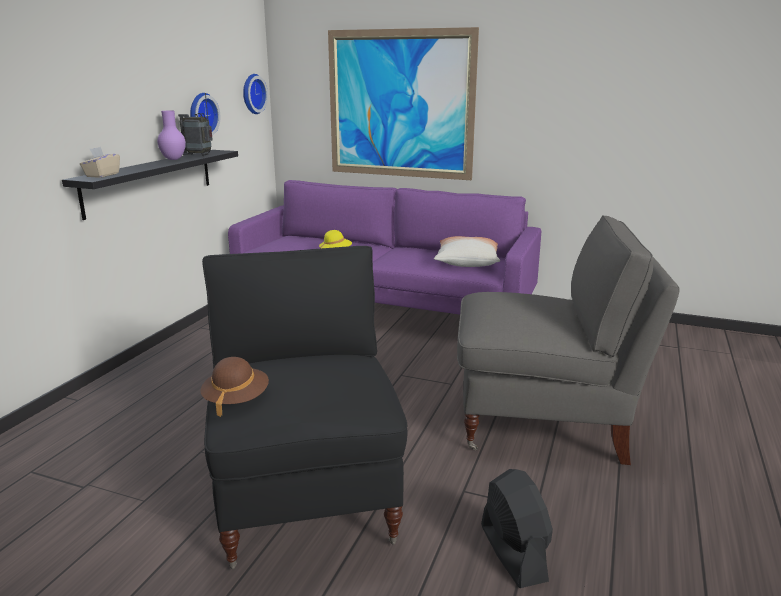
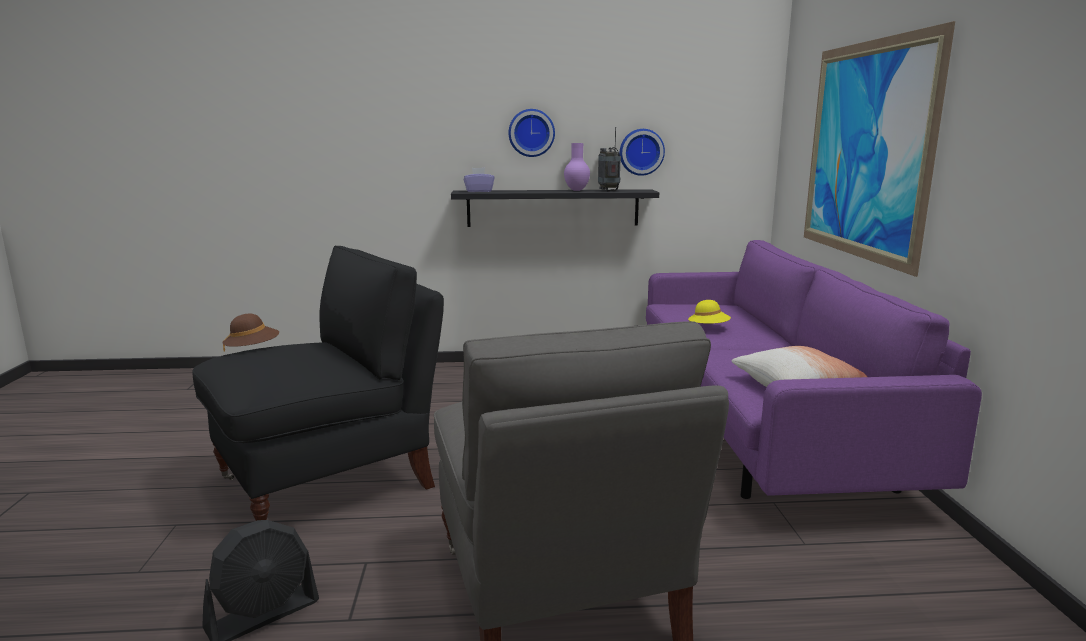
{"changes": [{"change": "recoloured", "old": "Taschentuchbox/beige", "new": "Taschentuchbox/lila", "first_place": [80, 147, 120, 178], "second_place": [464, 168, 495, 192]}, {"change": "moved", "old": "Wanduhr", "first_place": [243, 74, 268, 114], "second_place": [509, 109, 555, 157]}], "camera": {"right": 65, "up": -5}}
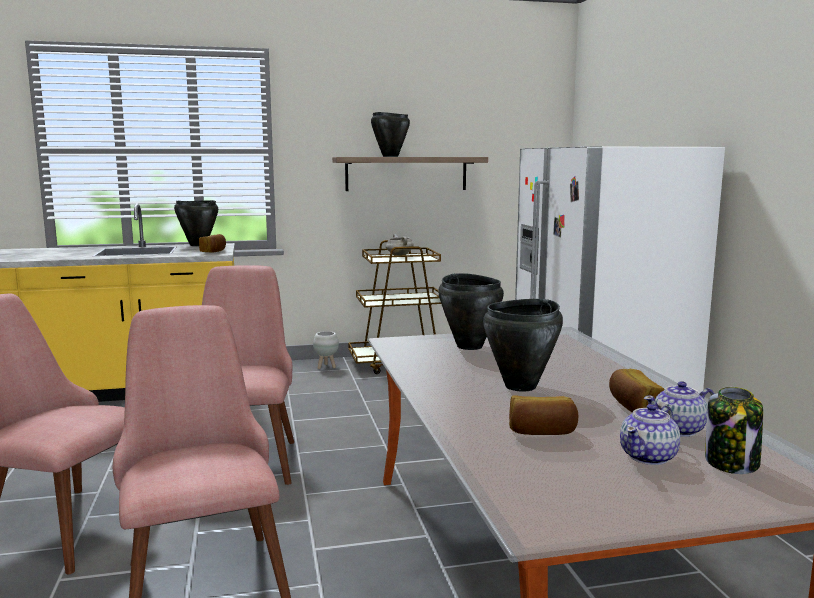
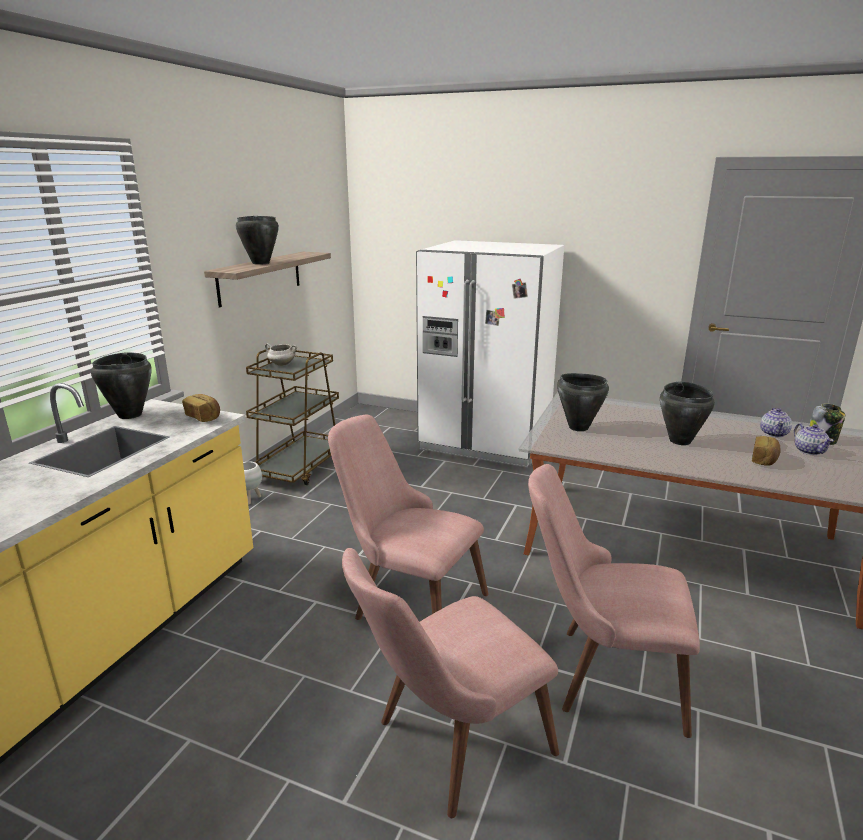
{"changes": [{"change": "removed", "old": "Brot", "first_place": [609, 369, 664, 413]}], "camera": {"right": -55, "up": 10}}
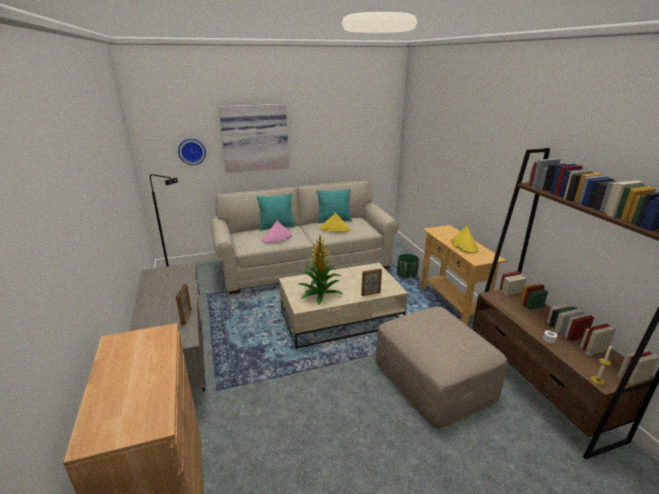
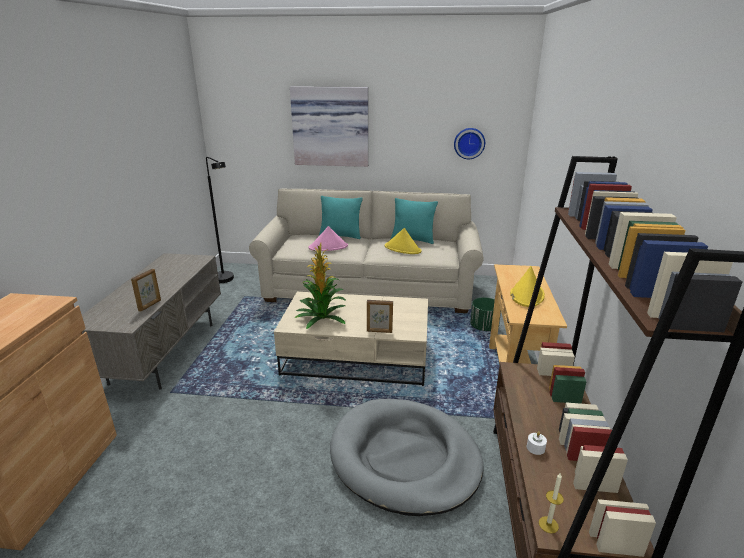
{"changes": [{"change": "replaced", "old": "Polsterhocker/beige", "new": "Hundebett/grau", "first_place": [376, 306, 507, 428], "second_place": [330, 399, 483, 516]}, {"change": "moved", "old": "Wanduhr", "first_place": [178, 139, 206, 165], "second_place": [454, 128, 485, 159]}], "camera": {"right": 25, "up": 0}}
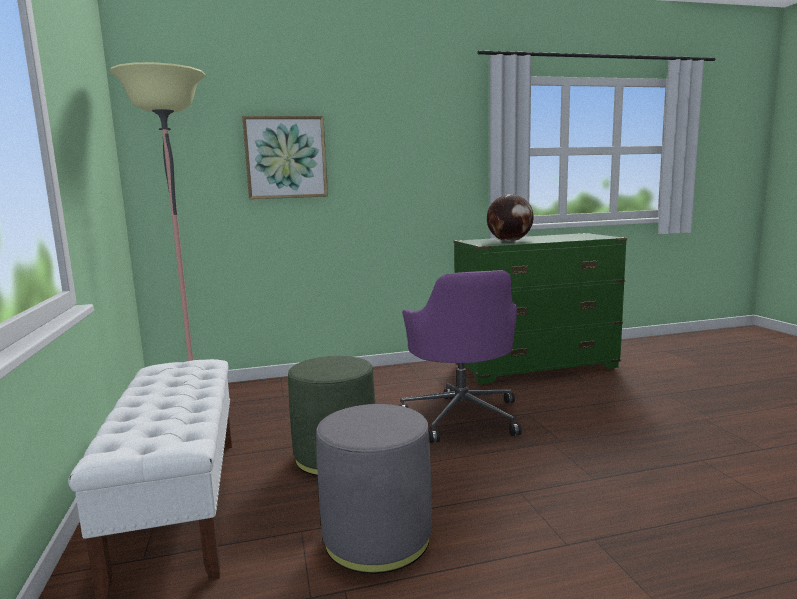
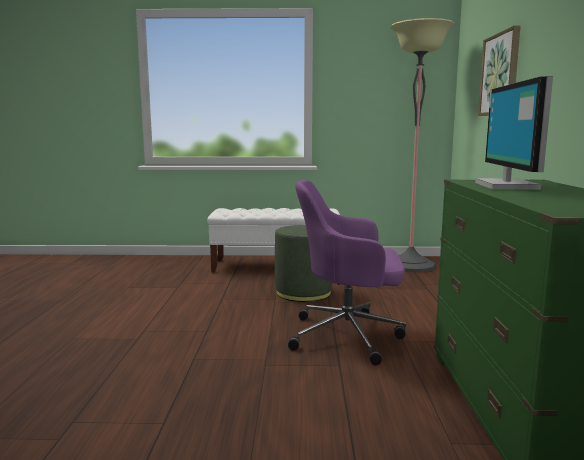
{"changes": [{"change": "replaced", "old": "Globus", "new": "Monitor", "first_place": [487, 194, 534, 241], "second_place": [475, 76, 553, 190]}, {"change": "removed", "old": "Polsterhocker/grau", "first_place": [316, 404, 432, 574]}], "camera": {"right": 105, "up": 0}}
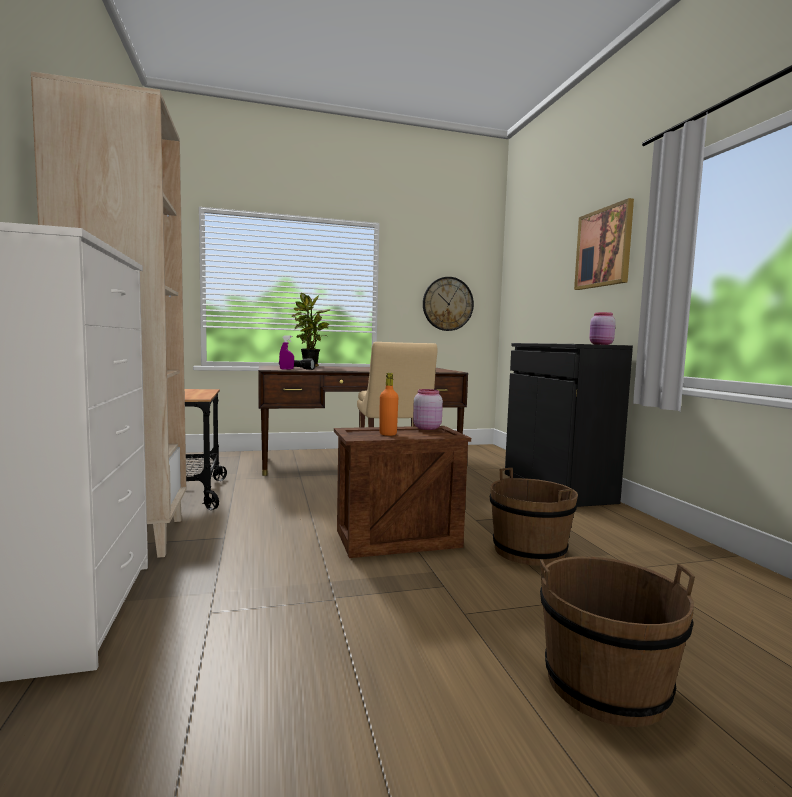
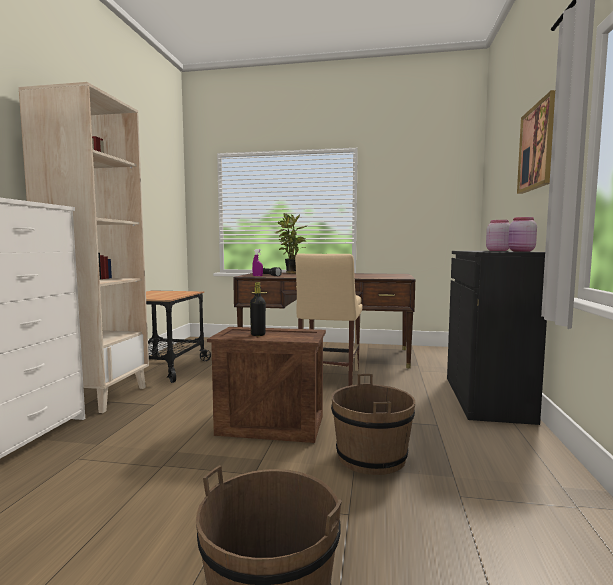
{"changes": [{"change": "recoloured", "old": "Flasche/orange", "new": "Flasche/schwarz", "first_place": [379, 373, 398, 436], "second_place": [250, 282, 266, 336]}, {"change": "moved", "old": "Vorratsglas/rosa", "first_place": [413, 389, 443, 430], "second_place": [486, 220, 510, 251]}, {"change": "removed", "old": "Wanduhr", "first_place": [423, 277, 474, 331]}], "camera": {"right": 25, "up": 0}}
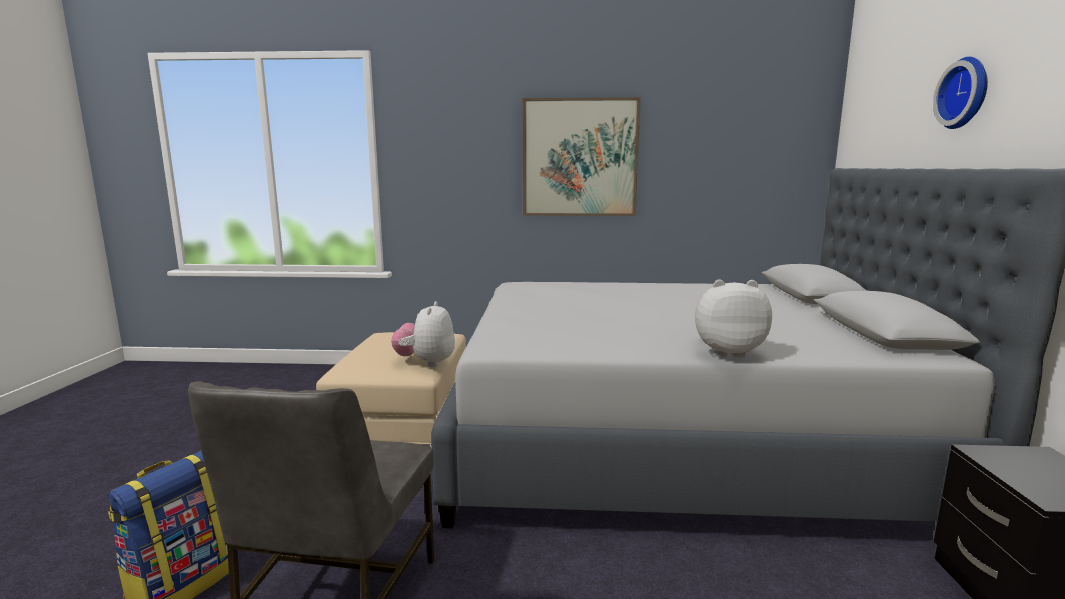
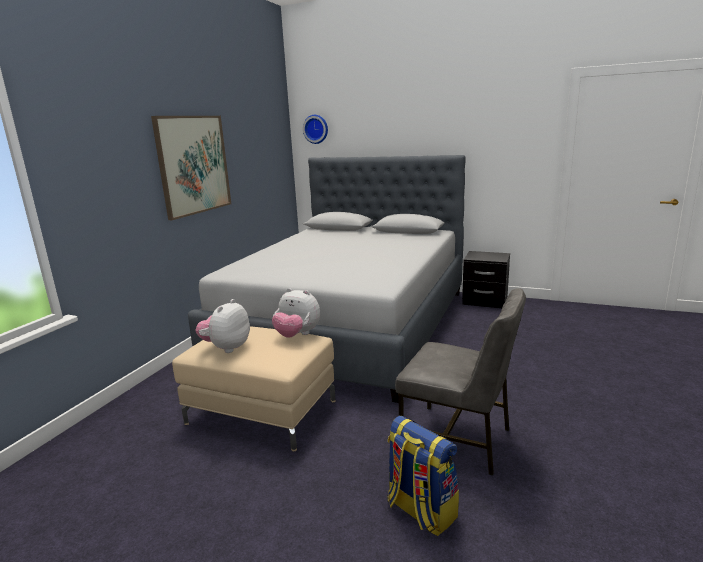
{"changes": [{"change": "moved", "old": "Plüschtier", "first_place": [695, 279, 772, 358], "second_place": [195, 299, 250, 353]}, {"change": "moved", "old": "Wanduhr", "first_place": [933, 57, 988, 129], "second_place": [303, 115, 328, 144]}], "camera": {"right": -70, "up": 5}}
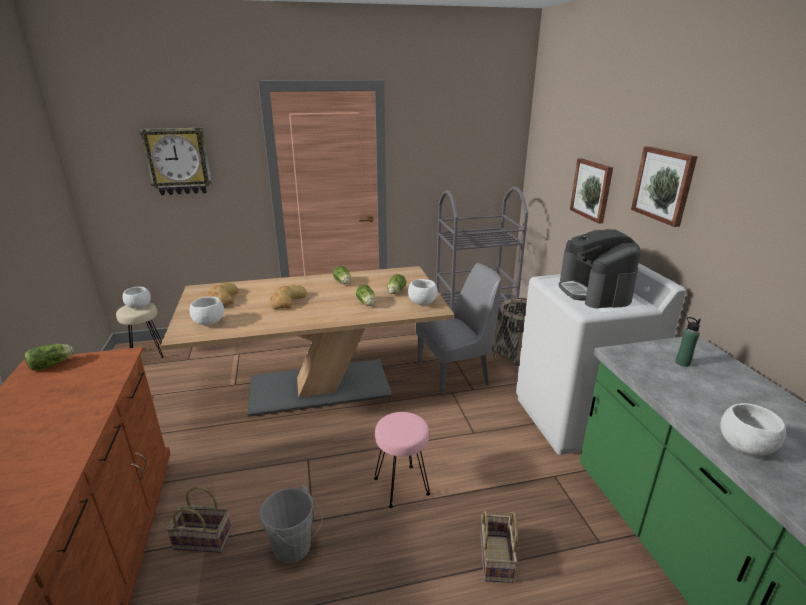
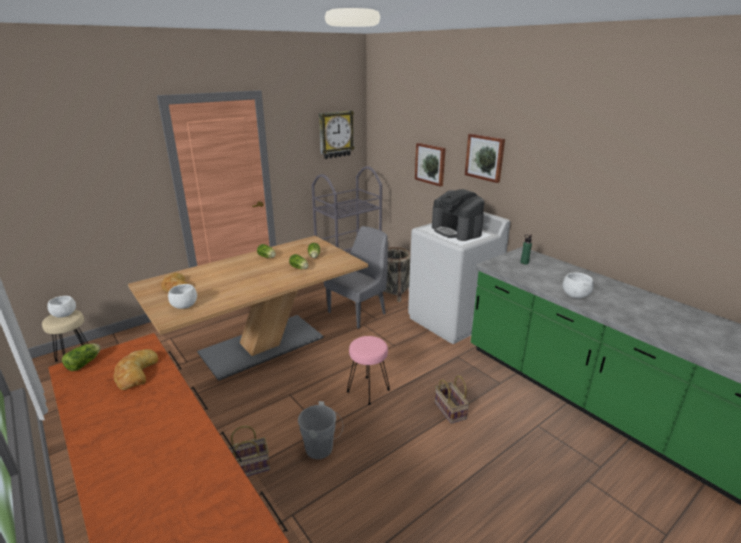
{"changes": [{"change": "moved", "old": "Brot", "first_place": [270, 284, 307, 309], "second_place": [114, 349, 158, 390]}, {"change": "moved", "old": "Wanduhr", "first_place": [140, 128, 212, 195], "second_place": [319, 110, 355, 159]}, {"change": "removed", "old": "Schüssel/weiß", "first_place": [408, 279, 438, 305]}], "camera": {"right": -25, "up": 0}}
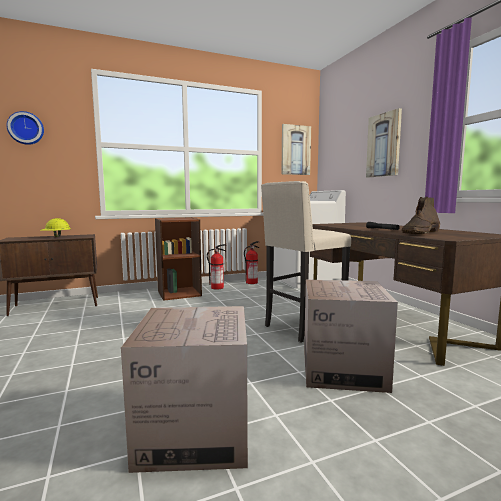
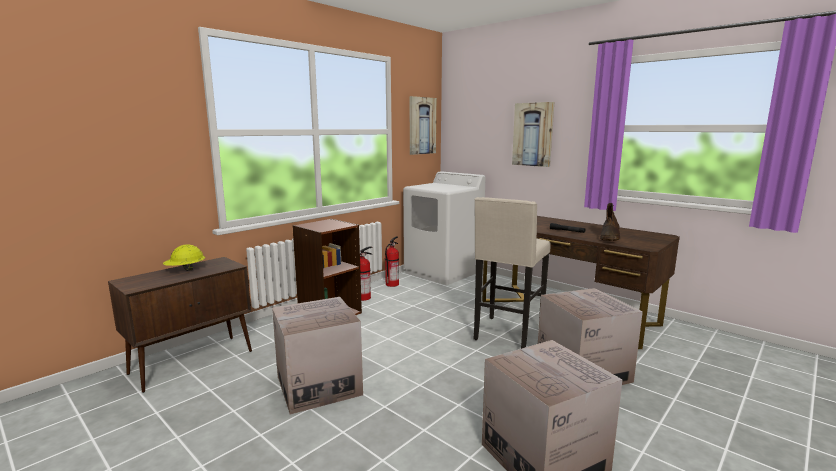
{"changes": [{"change": "added", "new": "Karton", "second_place": [272, 297, 363, 415]}, {"change": "removed", "old": "Wanduhr", "first_place": [6, 111, 44, 145]}], "camera": {"right": -25, "up": 5}}
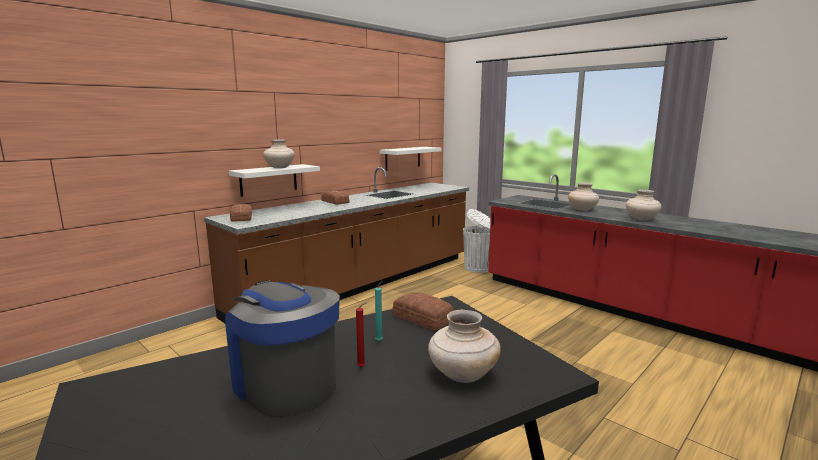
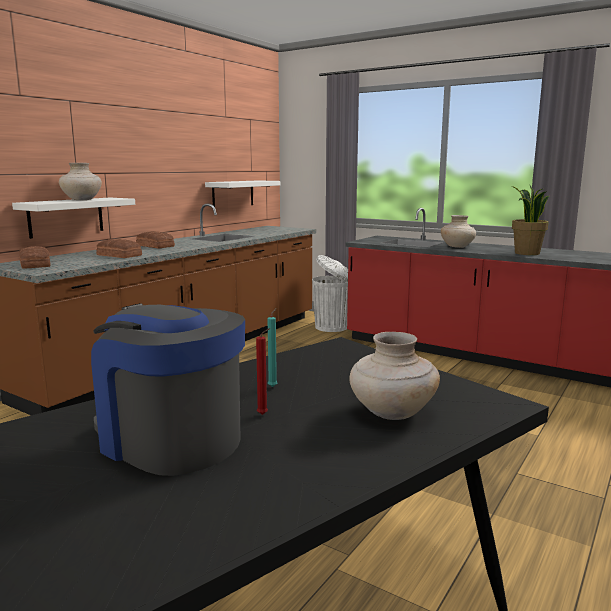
{"changes": [{"change": "moved", "old": "Brot", "first_place": [392, 292, 454, 330], "second_place": [96, 239, 142, 258]}, {"change": "replaced", "old": "Vase/beige", "new": "Topfpflanze", "first_place": [626, 189, 662, 221], "second_place": [512, 186, 549, 255]}], "camera": {"right": -10, "up": 0}}
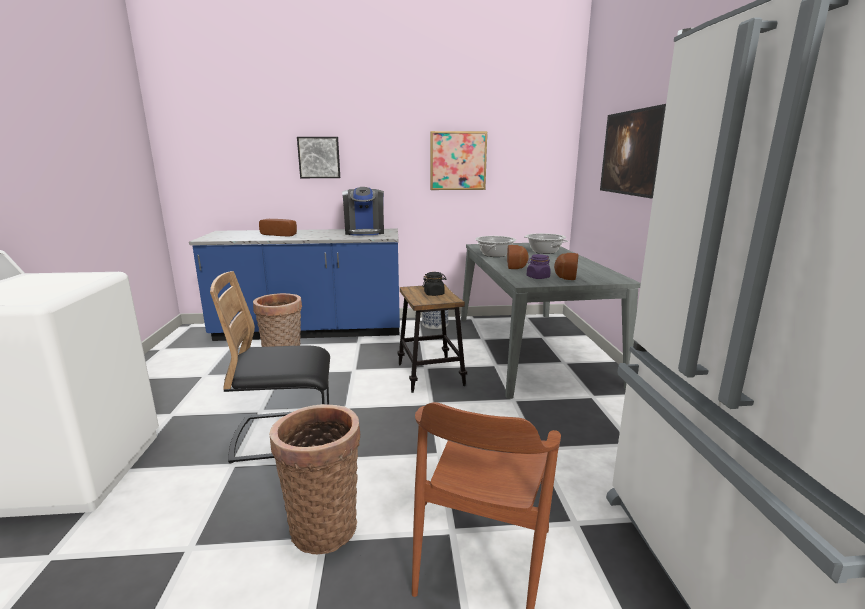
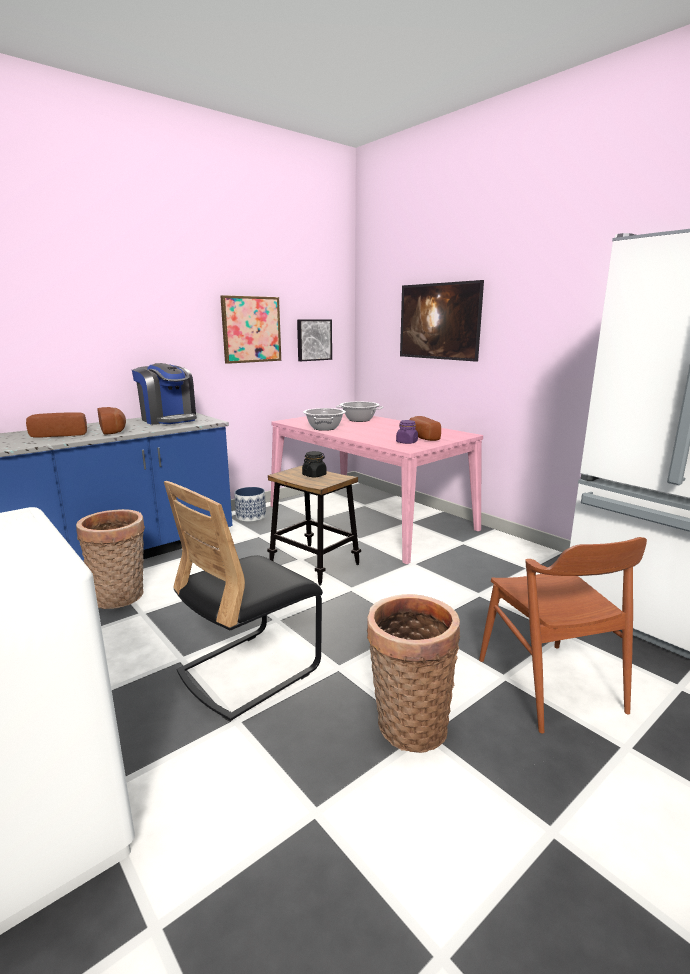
{"changes": [{"change": "moved", "old": "Brot", "first_place": [507, 245, 529, 269], "second_place": [98, 407, 126, 435]}, {"change": "recoloured", "old": "Esstisch/grau", "new": "Esstisch/rosa", "first_place": [461, 243, 641, 399], "second_place": [270, 413, 483, 564]}, {"change": "moved", "old": "Bild", "first_place": [297, 137, 340, 178], "second_place": [297, 320, 332, 361]}], "camera": {"right": -35, "up": 0}}
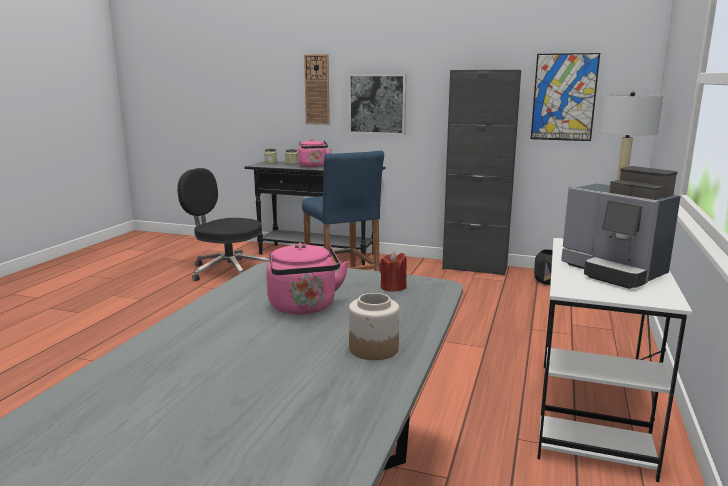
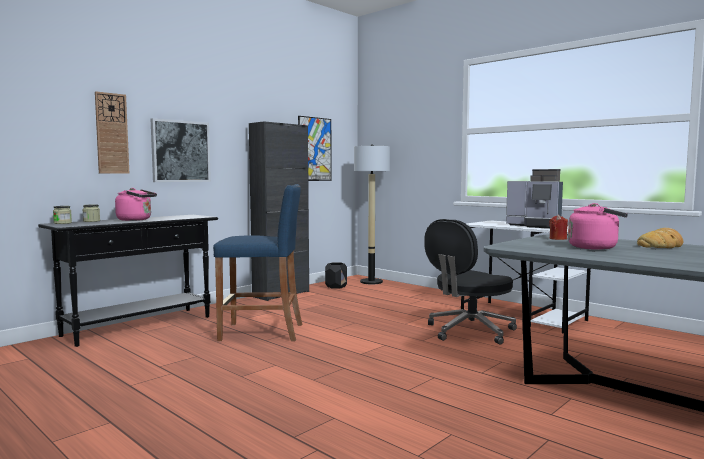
{"changes": [{"change": "moved", "old": "Bürostuhl/schwarz", "first_place": [177, 168, 270, 281], "second_place": [424, 219, 517, 345]}, {"change": "turned", "old": "Kaffeemaschine", "first_place": [561, 166, 681, 289], "second_place": [506, 169, 563, 228], "degrees": 45}, {"change": "replaced", "old": "Vorratsglas", "new": "Brot", "first_place": [349, 293, 399, 360], "second_place": [637, 228, 683, 248]}], "camera": {"right": -65, "up": -10}}
